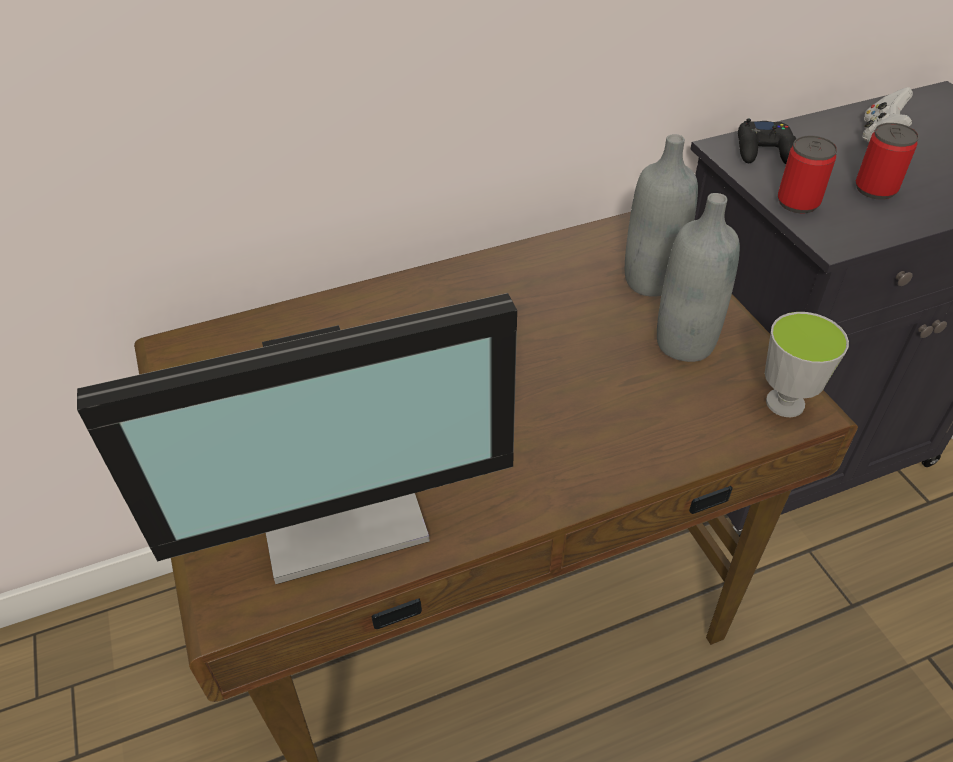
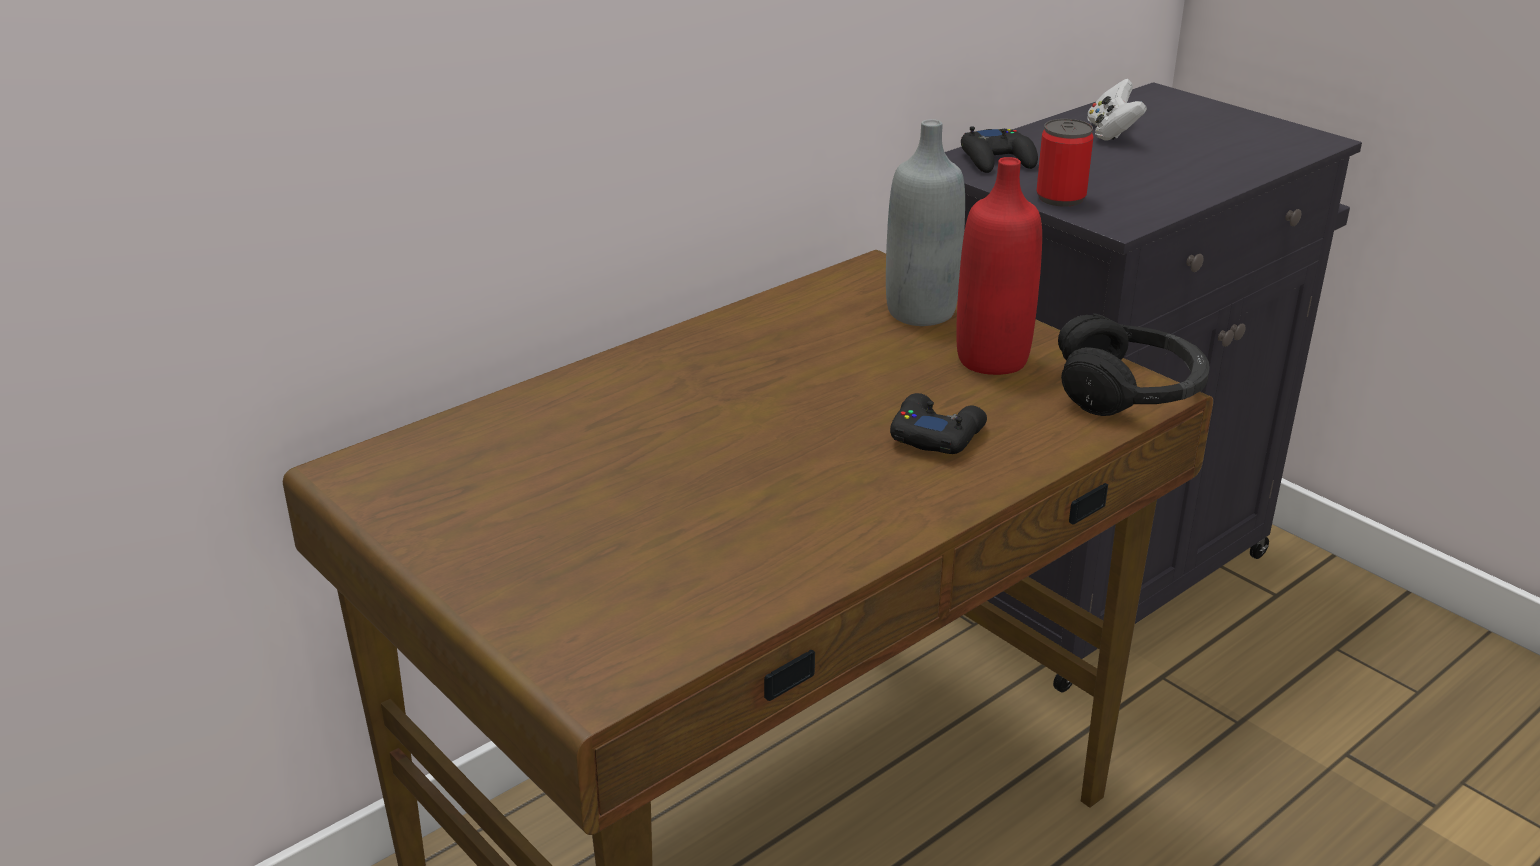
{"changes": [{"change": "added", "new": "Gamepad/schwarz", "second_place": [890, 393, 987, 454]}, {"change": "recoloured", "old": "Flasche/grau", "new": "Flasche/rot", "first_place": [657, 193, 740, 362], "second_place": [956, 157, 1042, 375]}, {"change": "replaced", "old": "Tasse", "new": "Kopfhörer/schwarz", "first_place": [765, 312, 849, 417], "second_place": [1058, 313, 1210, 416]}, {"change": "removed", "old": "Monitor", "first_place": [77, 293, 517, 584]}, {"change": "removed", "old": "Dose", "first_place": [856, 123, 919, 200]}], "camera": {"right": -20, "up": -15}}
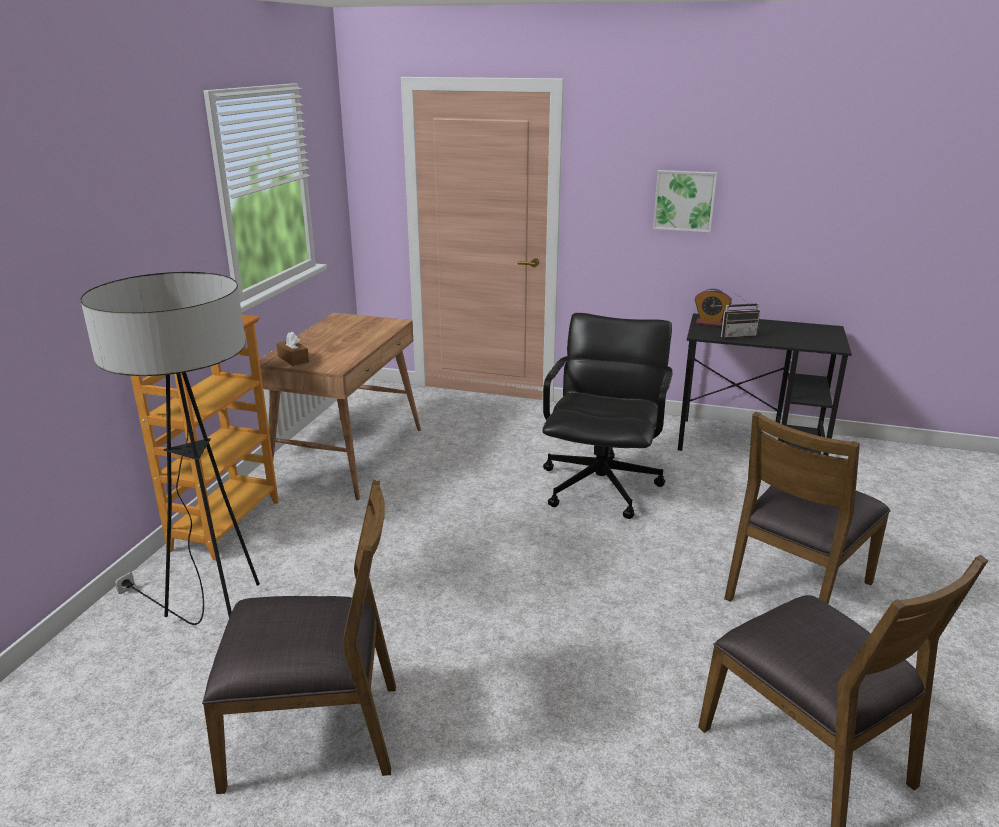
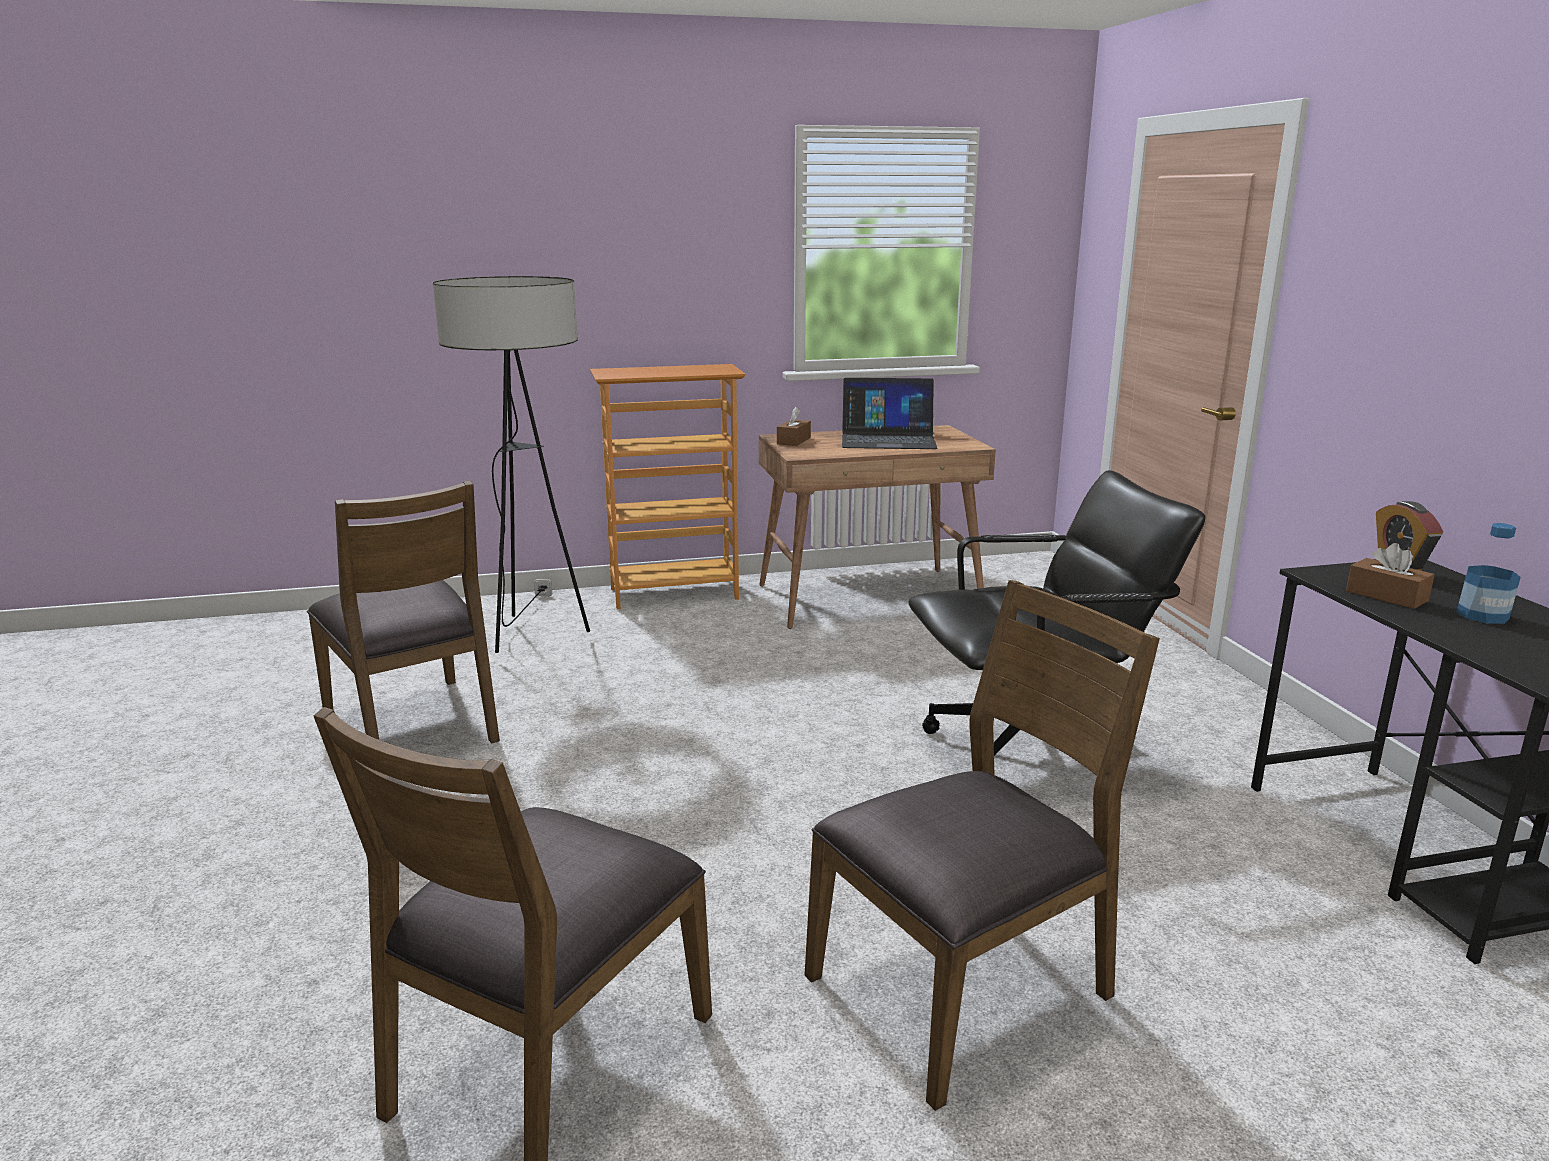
{"changes": [{"change": "turned", "old": "Stuhl/braun", "first_place": [724, 411, 891, 604], "second_place": [804, 580, 1160, 1111], "degrees": 135}, {"change": "added", "new": "Laptop", "second_place": [842, 378, 938, 449]}, {"change": "replaced", "old": "Radio", "new": "Taschentuchbox/braun", "first_place": [720, 292, 760, 338], "second_place": [1346, 543, 1434, 609]}, {"change": "added", "new": "Flasche", "second_place": [1456, 523, 1521, 624]}, {"change": "removed", "old": "Bild", "first_place": [653, 170, 717, 232]}], "camera": {"right": 60, "up": -5}}
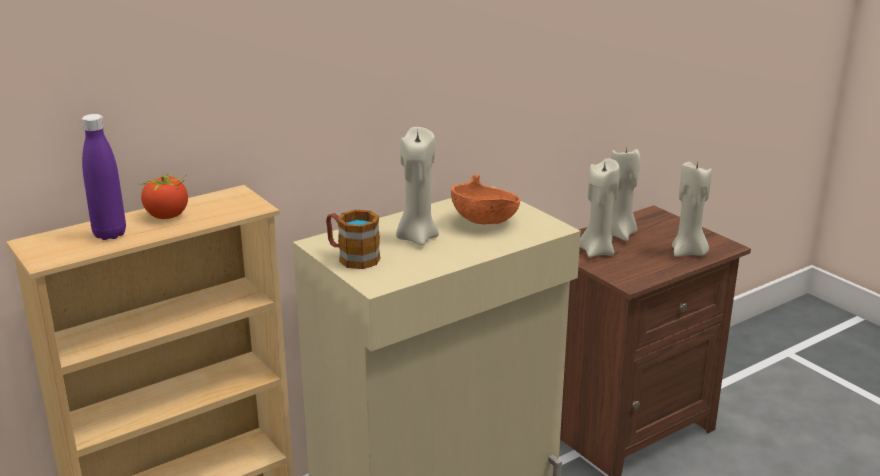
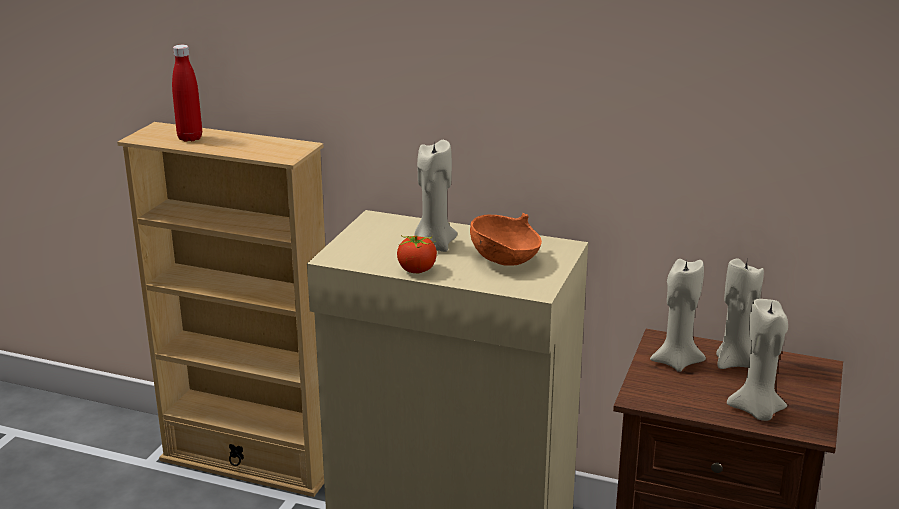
{"changes": [{"change": "recoloured", "old": "Flasche/lila", "new": "Flasche/rot", "first_place": [81, 114, 126, 240], "second_place": [172, 45, 202, 142]}, {"change": "moved", "old": "Tomate", "first_place": [139, 173, 188, 219], "second_place": [397, 235, 437, 273]}, {"change": "removed", "old": "Henkelbecher", "first_place": [326, 210, 380, 269]}], "camera": {"right": 55, "up": 0}}
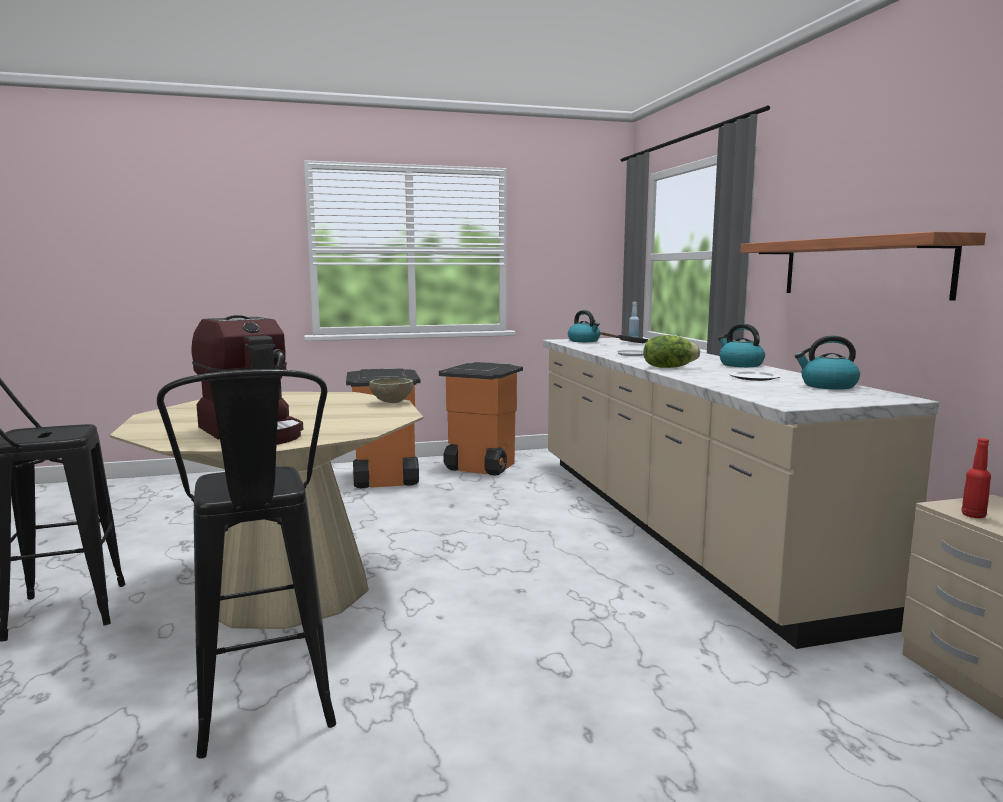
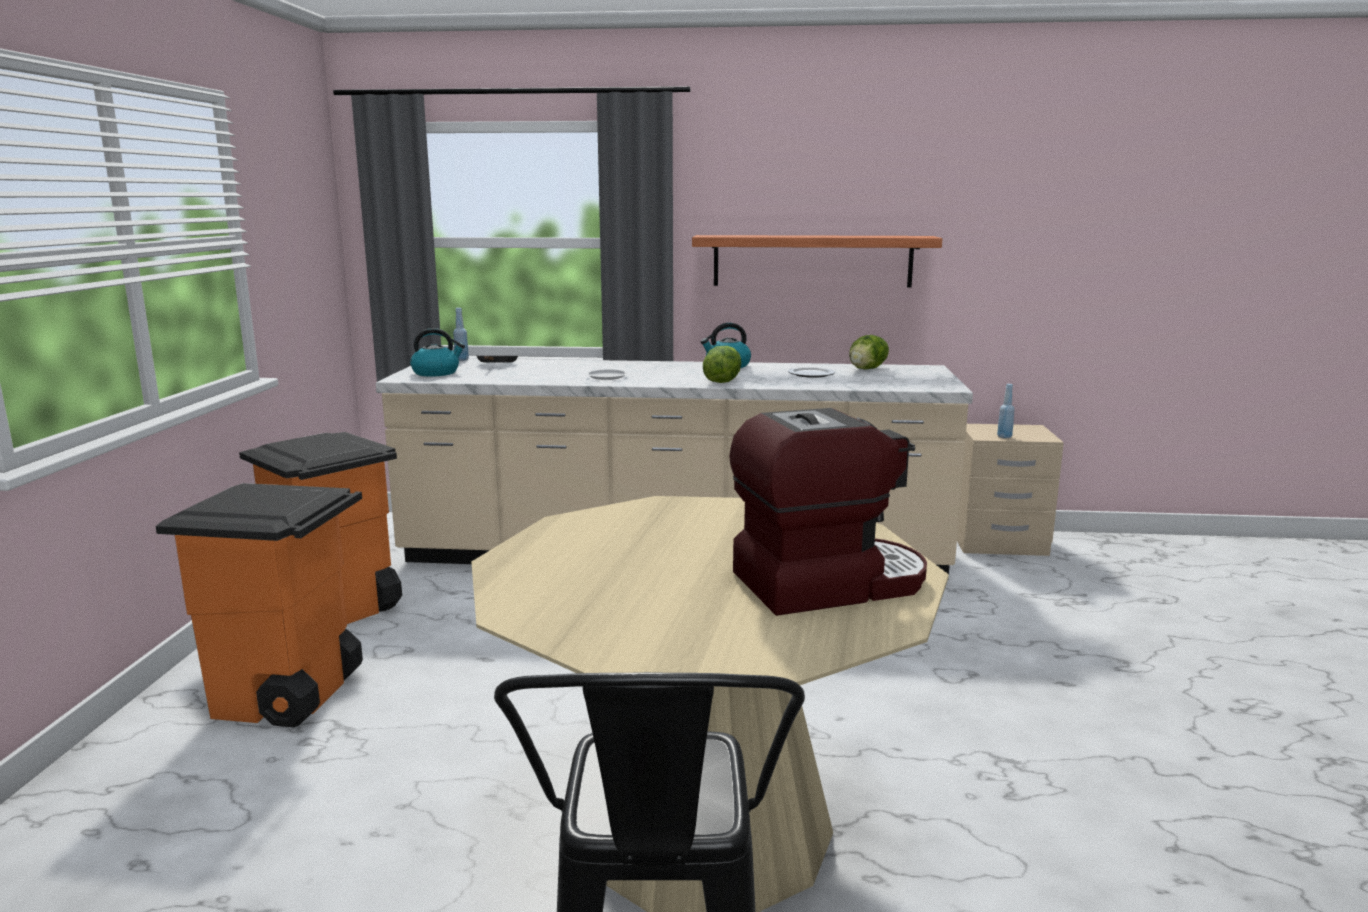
{"changes": [{"change": "replaced", "old": "Wasserkessel", "new": "Salatkopf", "first_place": [795, 336, 860, 390], "second_place": [849, 335, 889, 369]}, {"change": "recoloured", "old": "Flasche/rot", "new": "Flasche/blau", "first_place": [961, 438, 991, 518], "second_place": [997, 384, 1015, 438]}, {"change": "removed", "old": "Hocker/schwarz", "first_place": [157, 369, 336, 759]}, {"change": "removed", "old": "Schüssel/beige", "first_place": [369, 378, 413, 403]}], "camera": {"right": -70, "up": 5}}
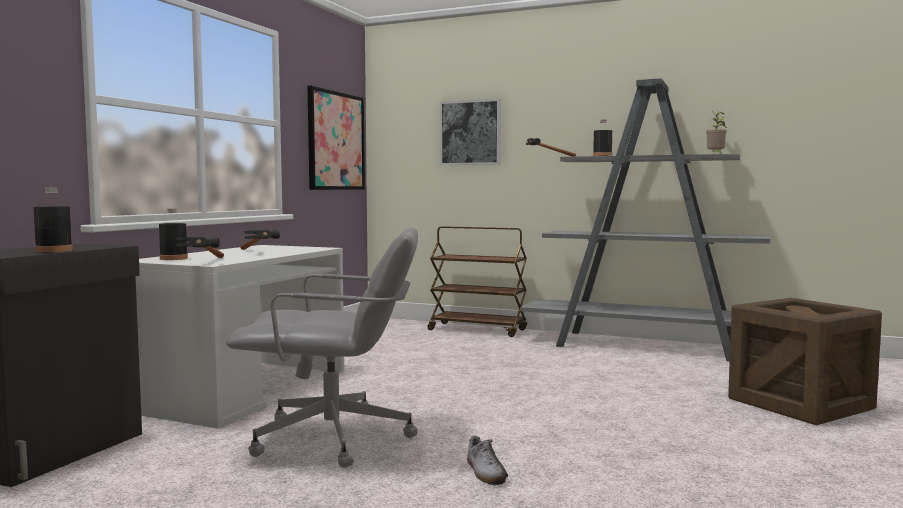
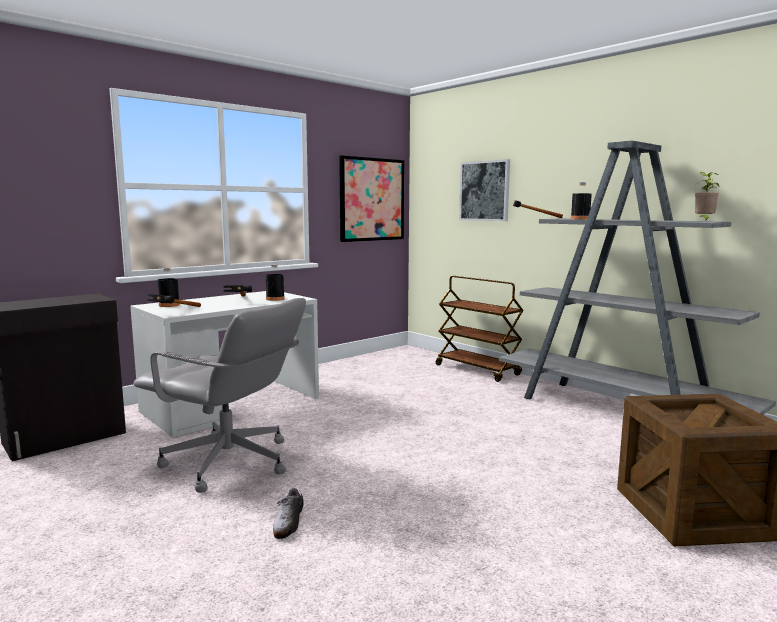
{"changes": [{"change": "moved", "old": "Flasche/schwarz", "first_place": [34, 188, 73, 252], "second_place": [266, 264, 285, 301]}], "camera": {"right": 25, "up": 5}}
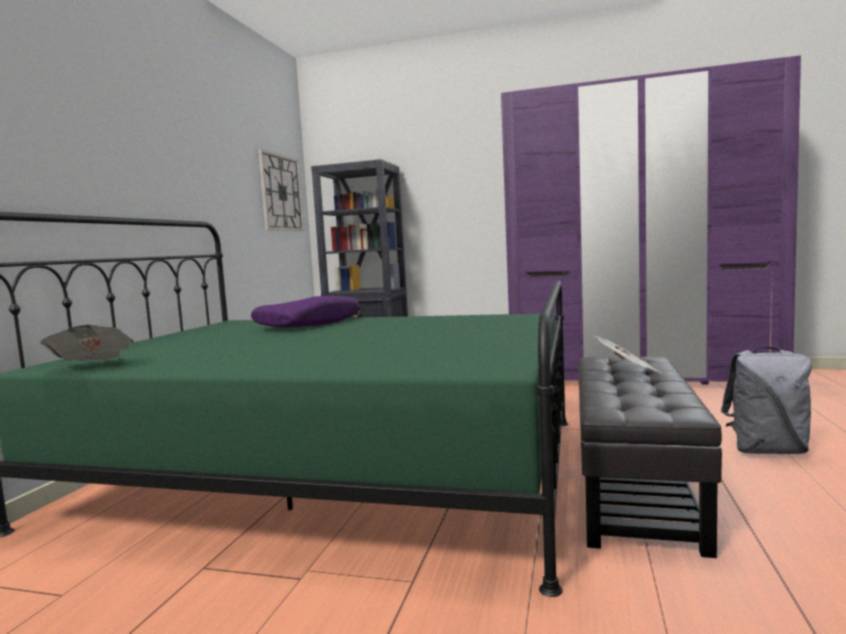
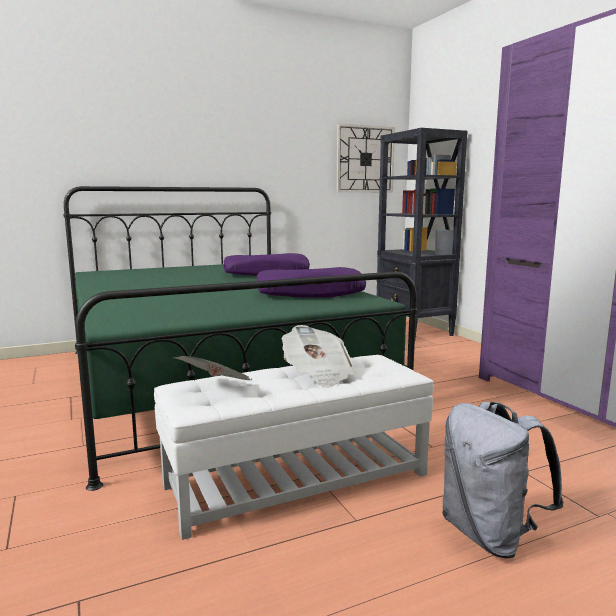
{"changes": [{"change": "recoloured", "old": "Polsterhocker/schwarz", "new": "Polsterhocker/weiß", "first_place": [579, 357, 722, 558], "second_place": [154, 355, 434, 540]}, {"change": "moved", "old": "Zeitung", "first_place": [40, 325, 133, 361], "second_place": [173, 356, 251, 380]}, {"change": "added", "new": "Kissen/lila", "second_place": [257, 267, 366, 298]}], "camera": {"right": 50, "up": 5}}
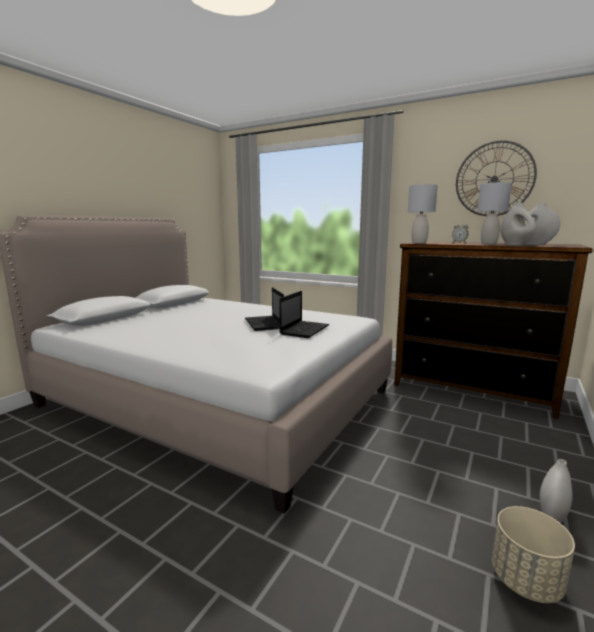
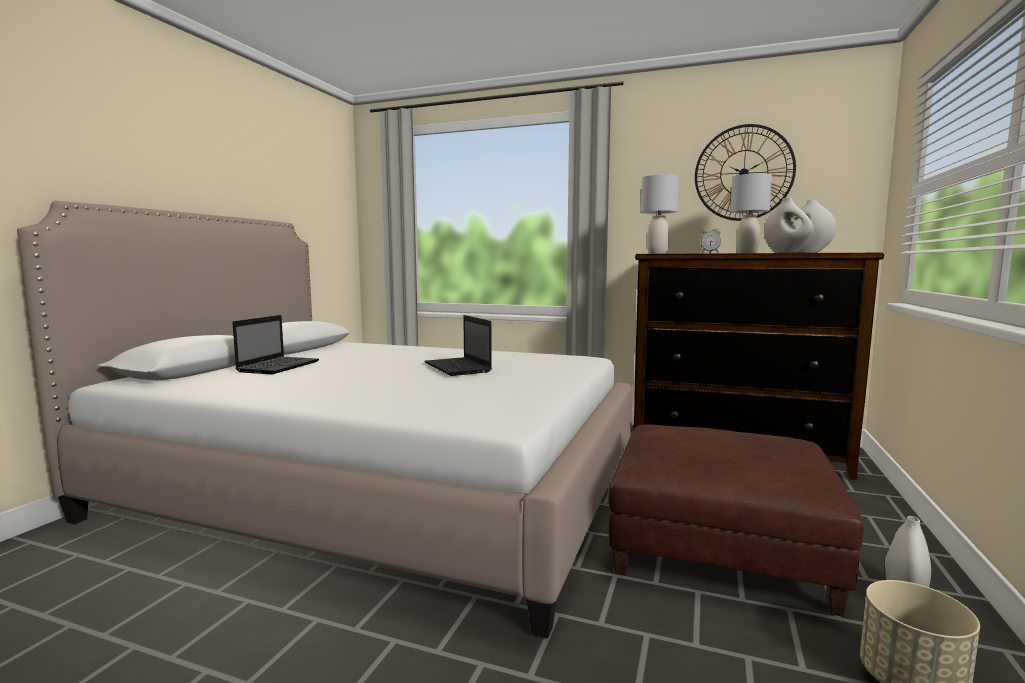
{"changes": [{"change": "moved", "old": "Laptop", "first_place": [279, 291, 329, 338], "second_place": [232, 315, 319, 374]}, {"change": "added", "new": "Polsterhocker/braun", "second_place": [608, 425, 864, 617]}], "camera": {"right": -10, "up": -5}}
